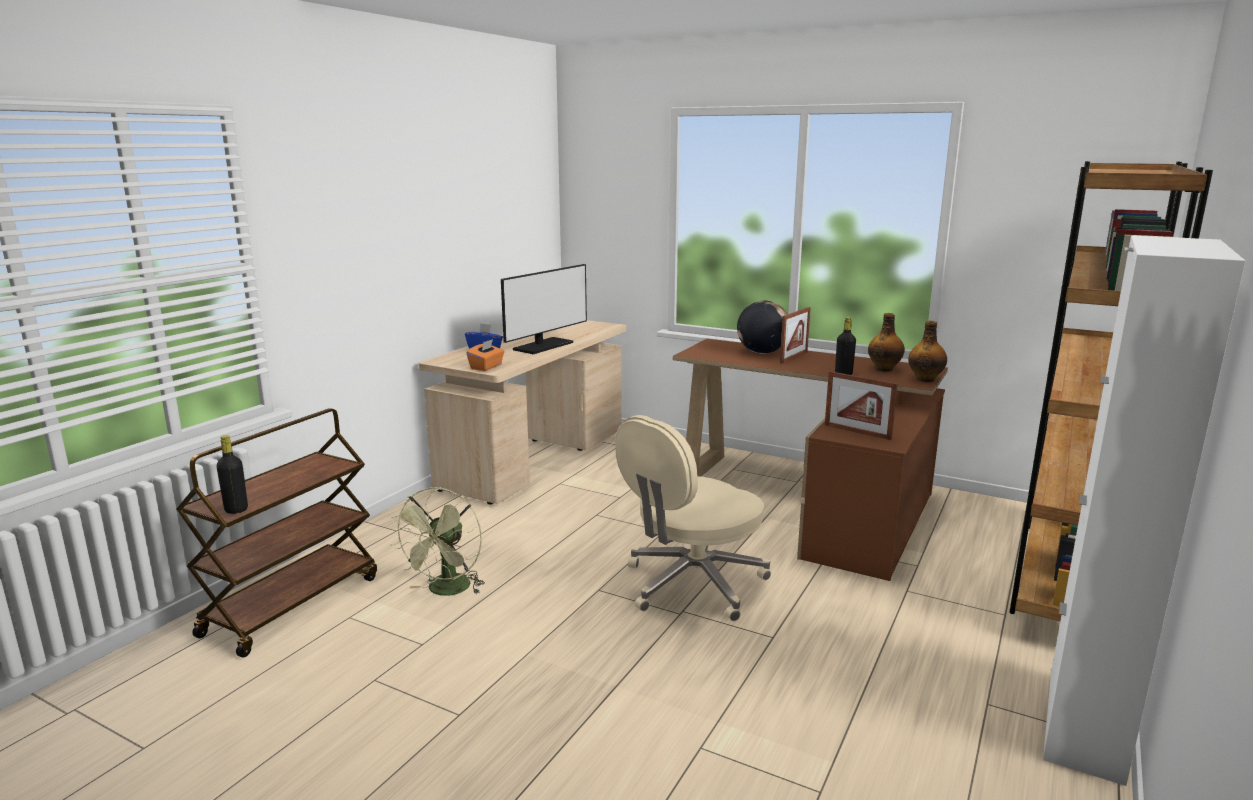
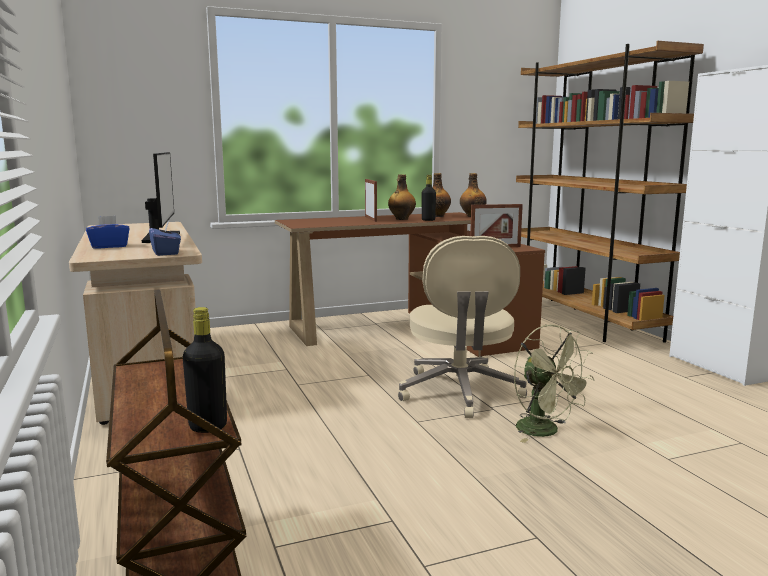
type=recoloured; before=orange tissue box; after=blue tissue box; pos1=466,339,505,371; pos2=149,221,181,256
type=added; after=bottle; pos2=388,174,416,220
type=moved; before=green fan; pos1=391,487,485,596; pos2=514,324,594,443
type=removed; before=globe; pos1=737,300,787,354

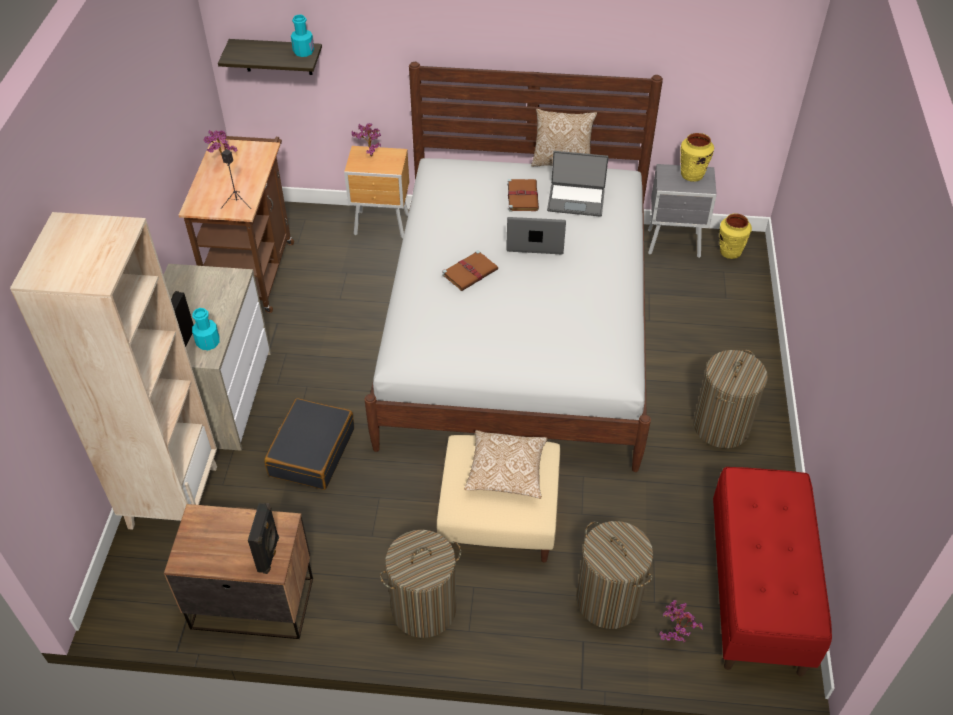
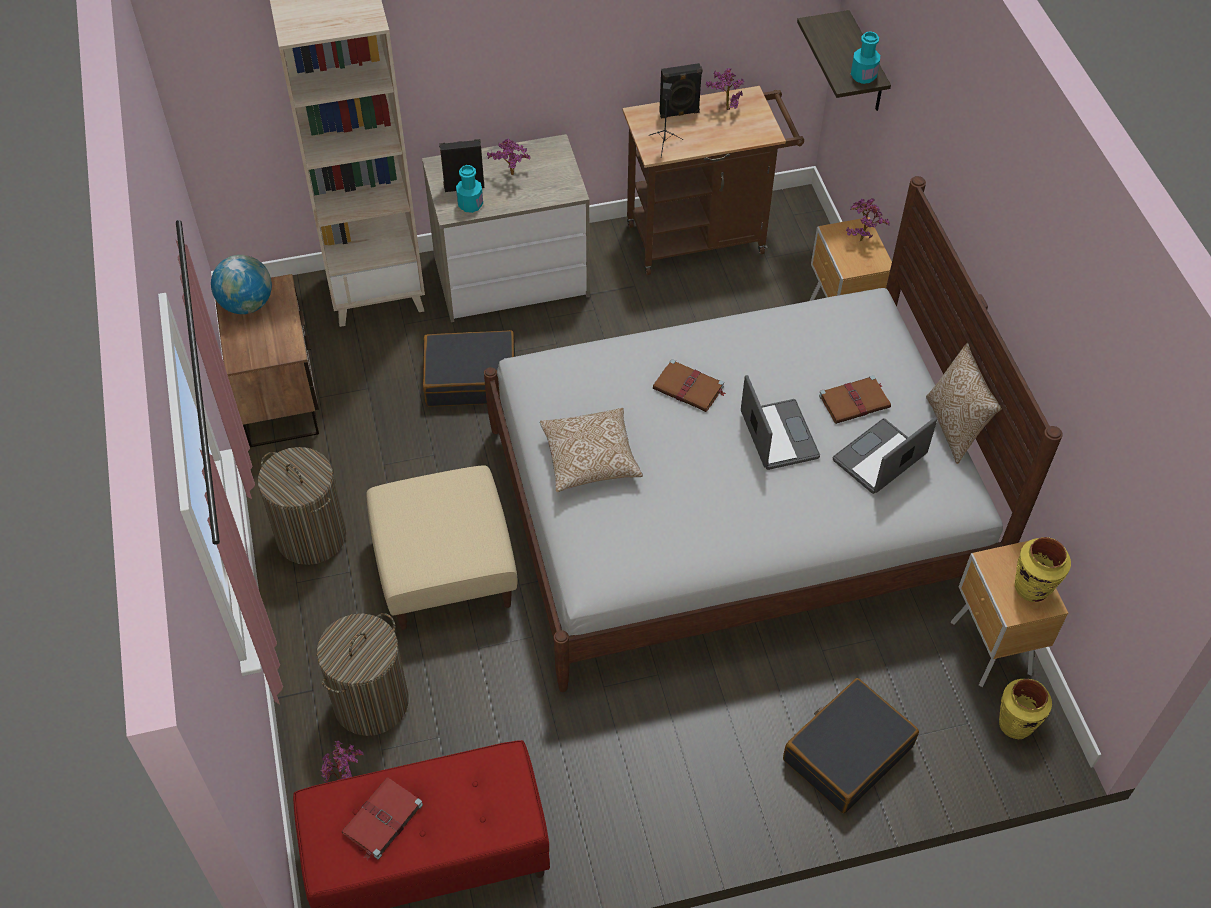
type=added; after=globe; pos2=211,255,272,314
type=added; after=red book; pos2=341,777,423,860
type=added; after=potted plant; pos2=487,139,530,175
type=moved; before=pillow; pos1=464,430,548,499; pos2=540,408,643,492
type=moved; before=black speaker; pos1=248,503,279,574; pos2=659,63,702,119
type=added; after=black suitcase; pos2=783,678,919,814
type=turned; before=laptop; pos1=547,151,608,217; pos2=833,417,937,494; turn=60
type=recoloured; before=grey nightstand; after=brown nightstand; pos1=648,164,717,258; pos2=951,540,1068,687
type=removed; before=laundry basket; pos1=693,350,768,448

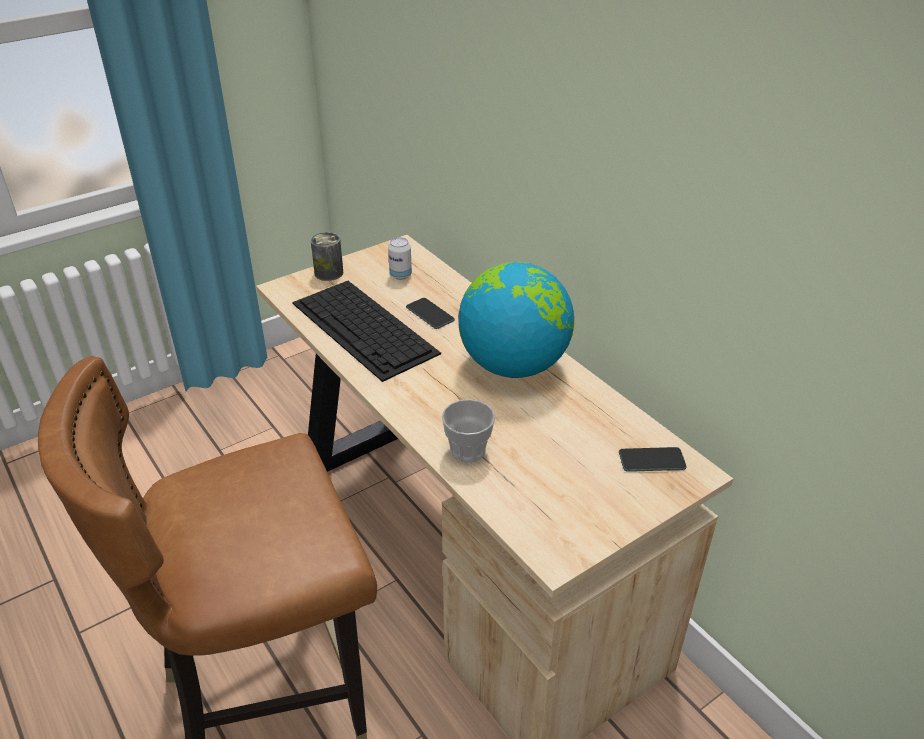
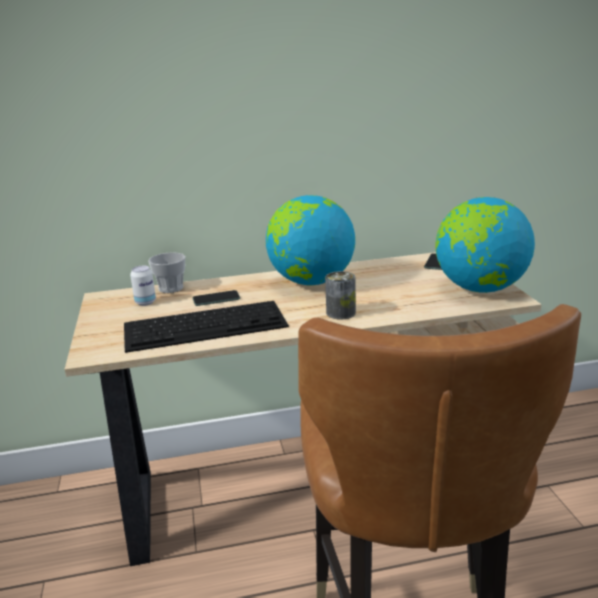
type=moved; before=cup; pos1=442,399,495,463; pos2=148,252,185,293
type=moved; before=can; pos1=311,232,343,281; pos2=325,271,356,320
type=added; after=globe; pos2=435,197,535,293

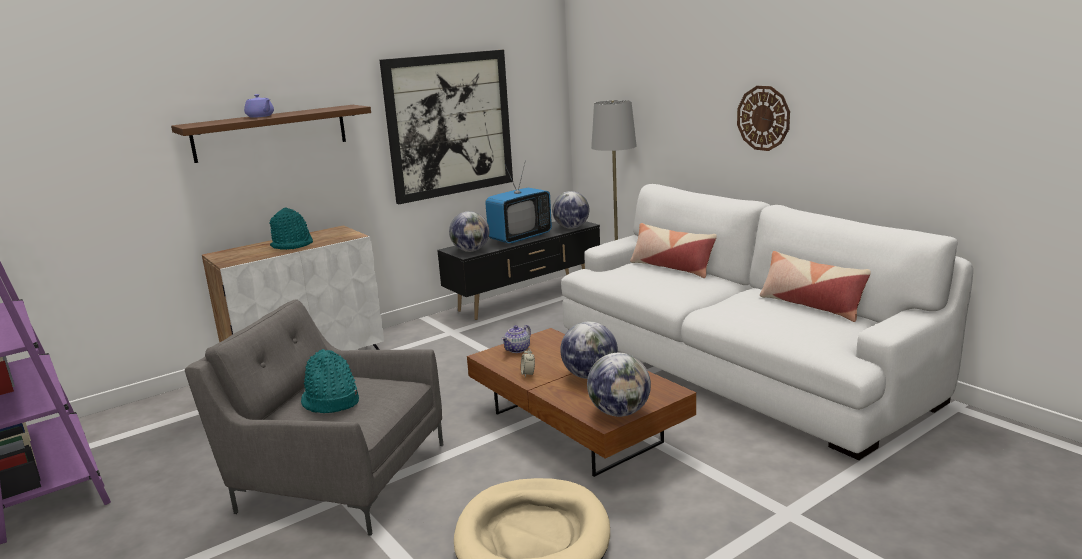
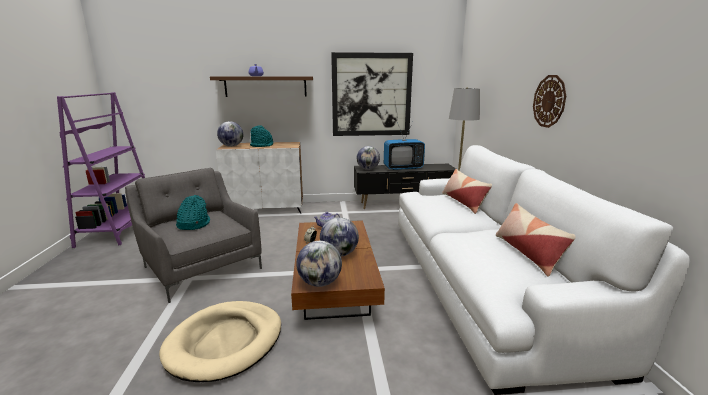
type=moved; before=globe; pos1=552,191,590,229; pos2=217,121,243,147

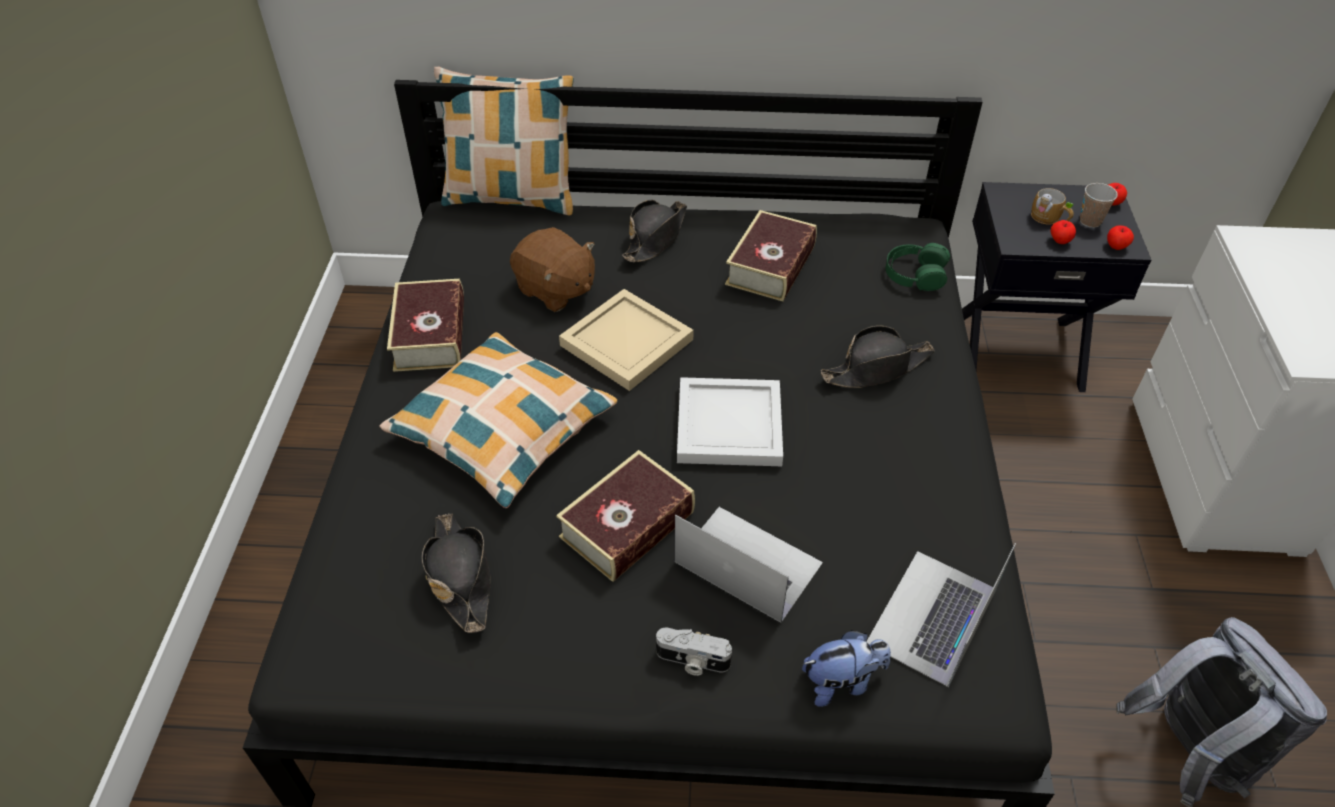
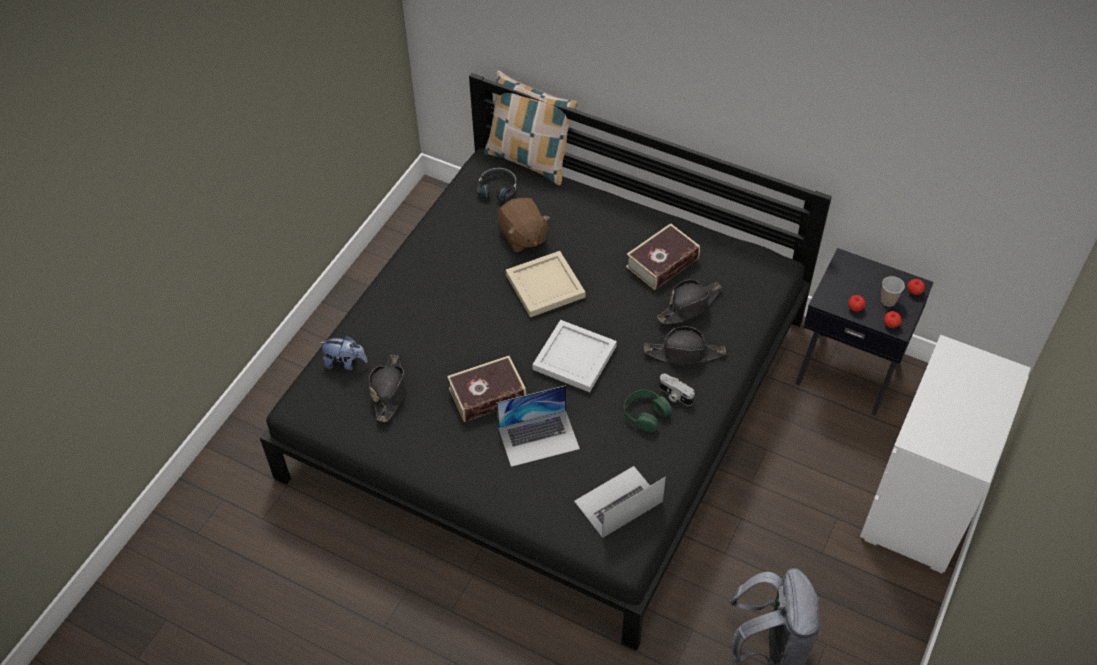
type=moved; before=plush toy; pos1=802,630,891,707; pos2=319,336,368,370
type=added; after=black headphones; pos2=476,168,517,201
type=turned; before=laptop; pos1=675,507,823,623; pos2=496,385,580,467; turn=105
type=moved; before=green headphones; pos1=886,243,950,291; pos2=624,390,672,432
type=moved; before=black hat; pos1=622,200,687,262; pos2=657,279,722,324
type=moved; before=photo camera; pos1=656,627,732,676; pos2=659,374,695,406
type=removed; before=pillow; pos1=380,332,617,508
type=removed; before=book; pos1=387,279,464,372
type=removed; before=mug; pos1=1031,188,1074,224

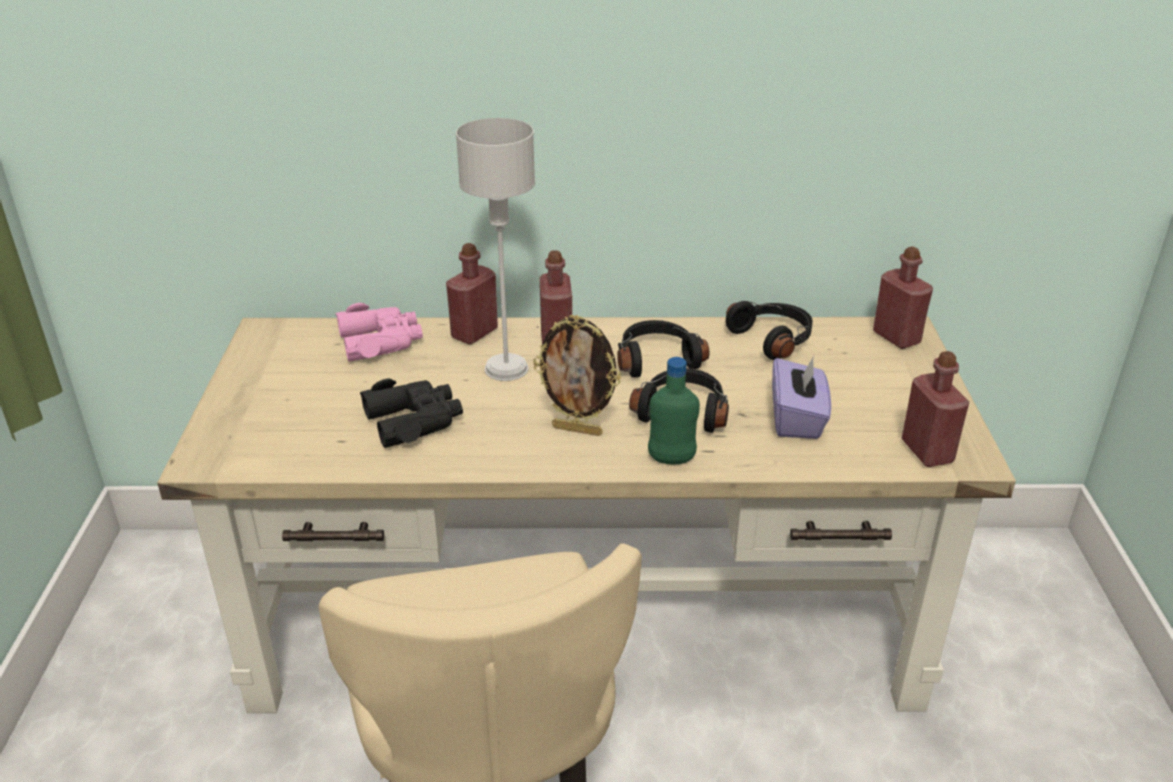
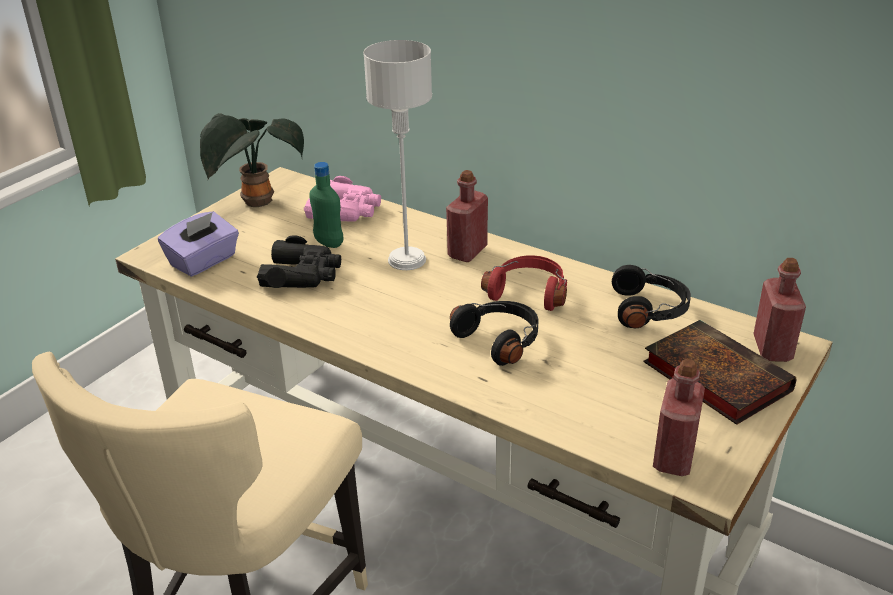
type=moved; before=purple tissue box; pos1=772,356,831,439; pos2=158,211,239,277
type=added; after=potted plant; pos2=200,113,304,207
type=moved; before=green bottle; pos1=648,357,700,464; pos2=309,162,343,248
type=recoloured; before=black headphones; after=red headphones; pos1=617,320,710,377; pos2=481,255,567,311
type=added; after=book; pos2=644,320,796,425
type=removed; before=red bottle; pos1=446,243,498,345
type=removed; before=picture frame; pos1=533,315,621,436

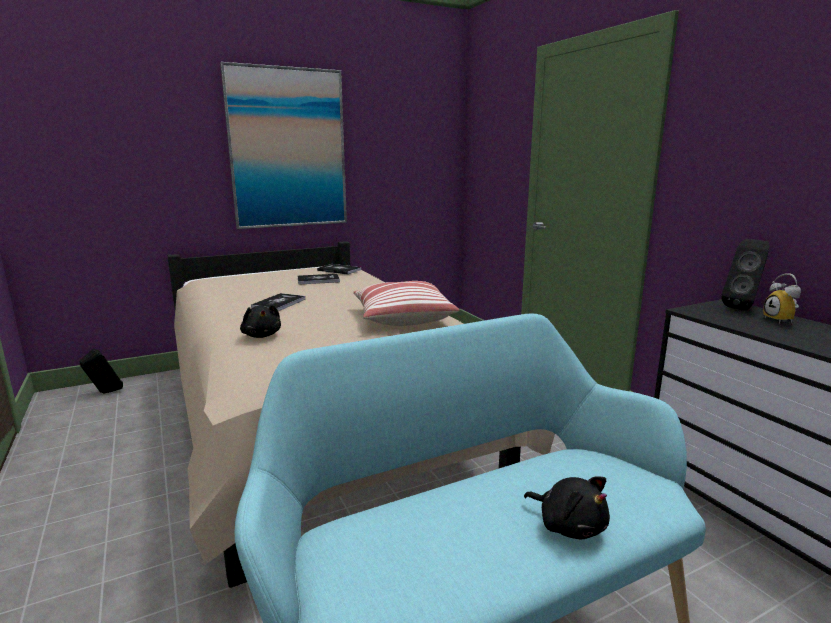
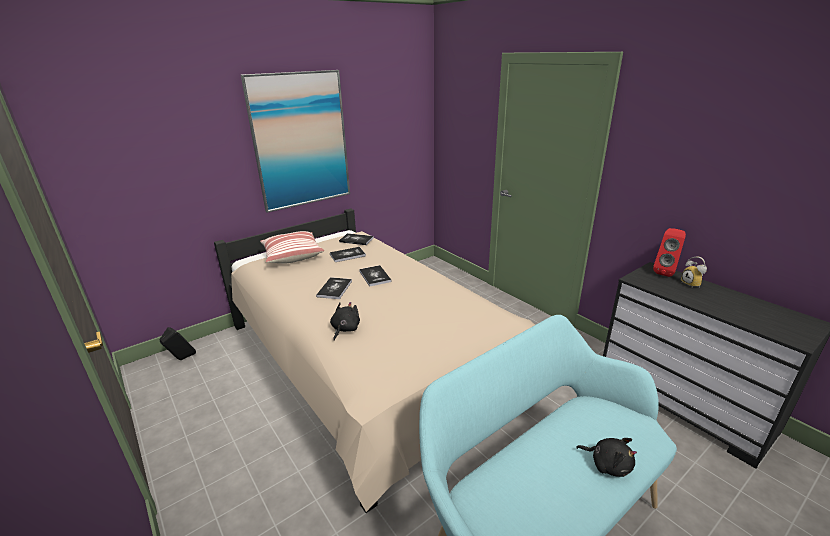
type=moved; before=pillow; pos1=353,281,460,326; pos2=260,231,324,264
type=turned; before=black plush toy; pos1=240,305,281,338; pos2=330,302,360,341; turn=-120
type=added; after=book; pos2=359,265,391,287
type=recoloured; before=black speaker; after=red speaker; pos1=721,239,769,310; pos2=653,228,686,277

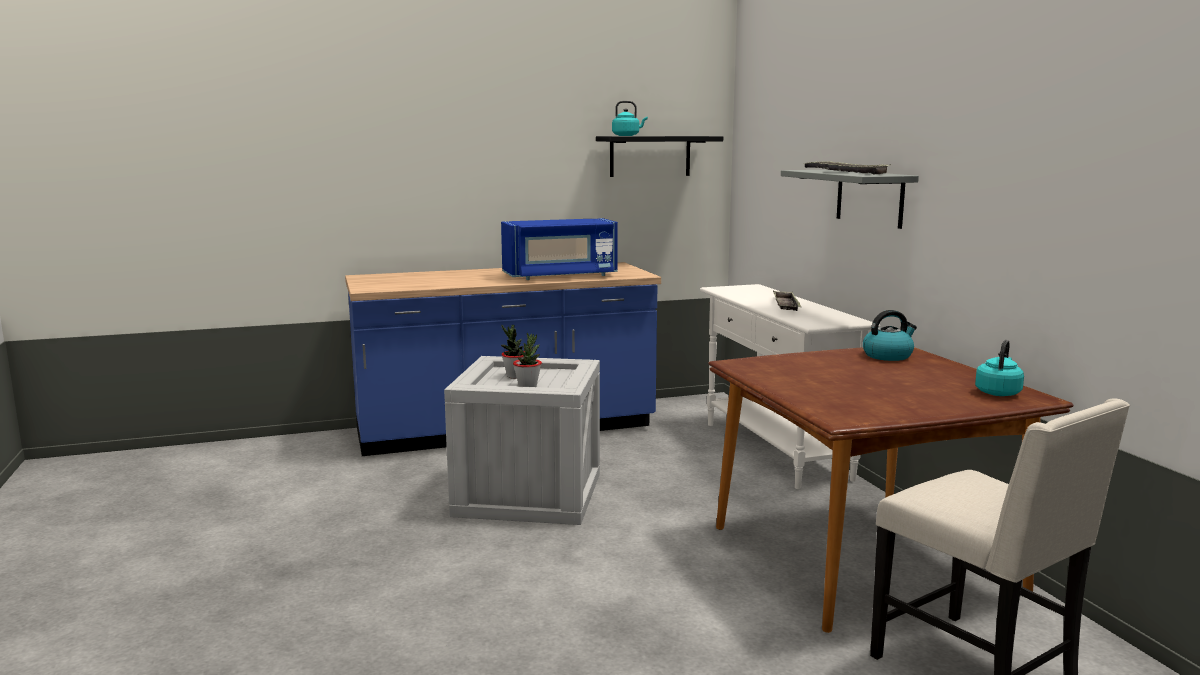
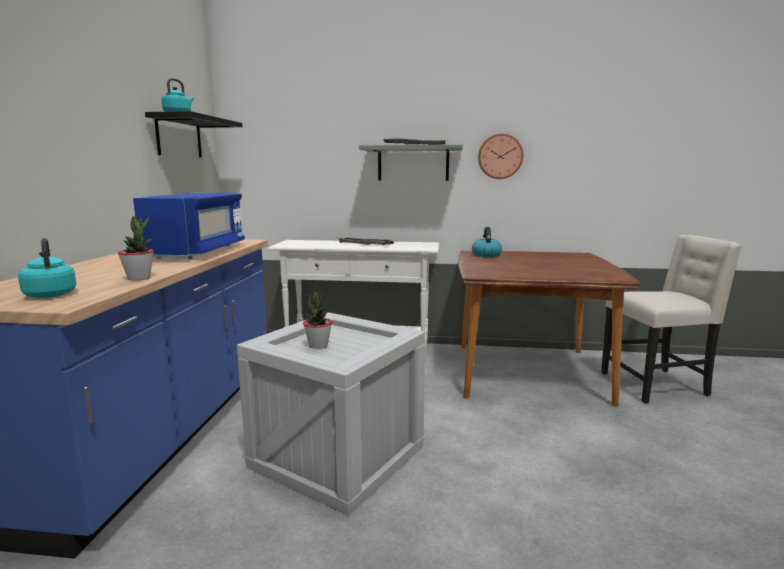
type=moved; before=turquoise kettle; pos1=975,340,1024,396; pos2=18,238,76,298
type=moved; before=potted plant; pos1=513,333,542,387; pos2=118,216,154,281
type=added; after=wall clock; pos2=478,133,523,179

